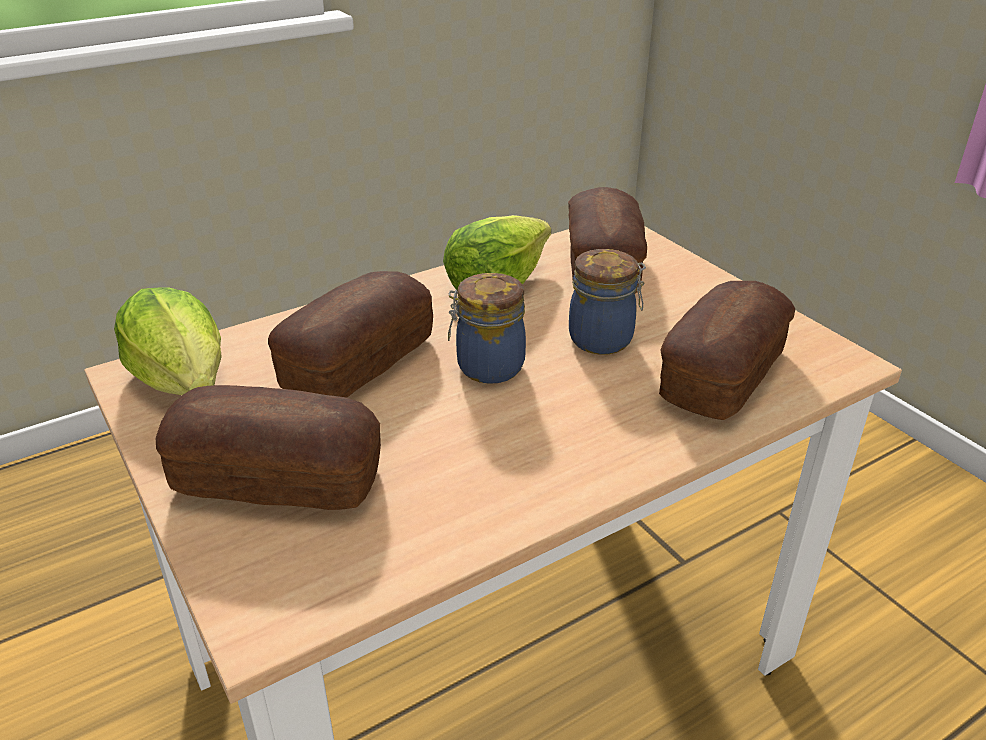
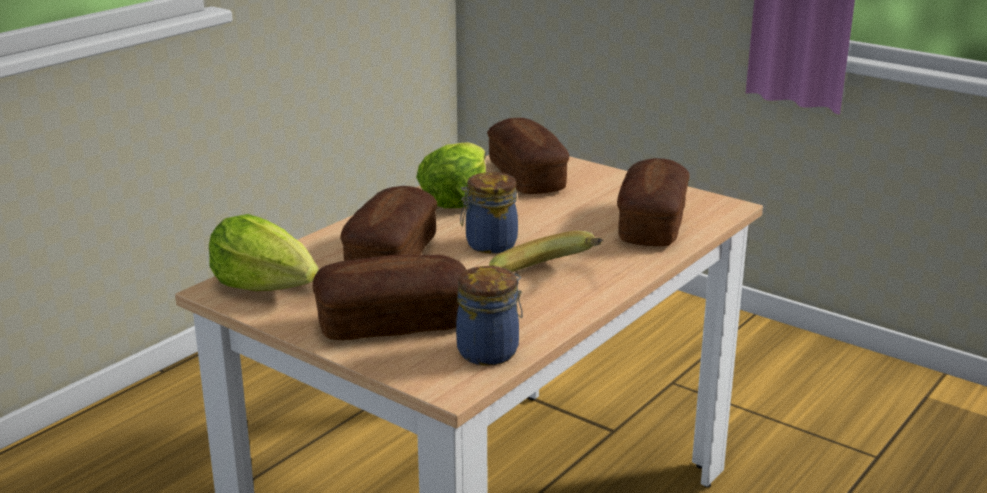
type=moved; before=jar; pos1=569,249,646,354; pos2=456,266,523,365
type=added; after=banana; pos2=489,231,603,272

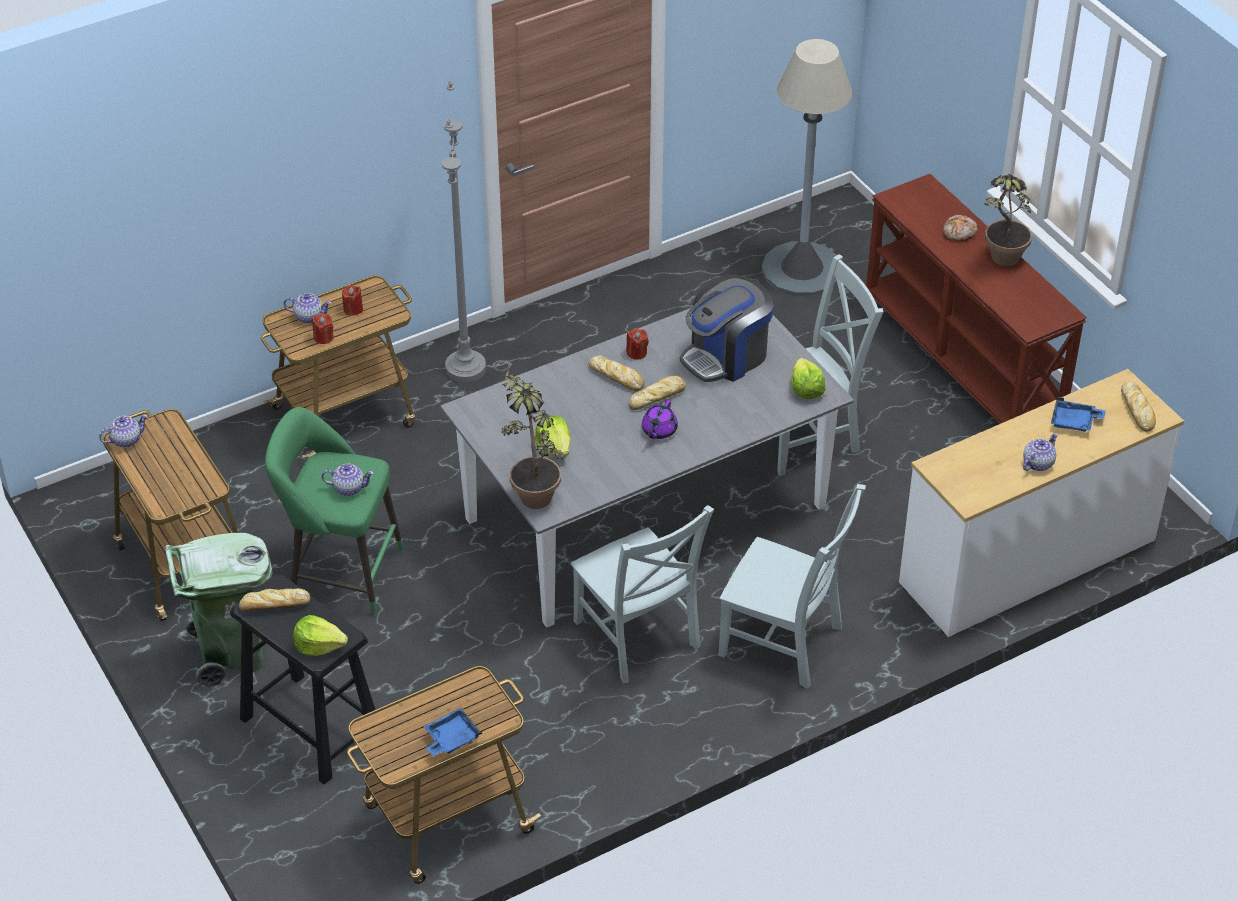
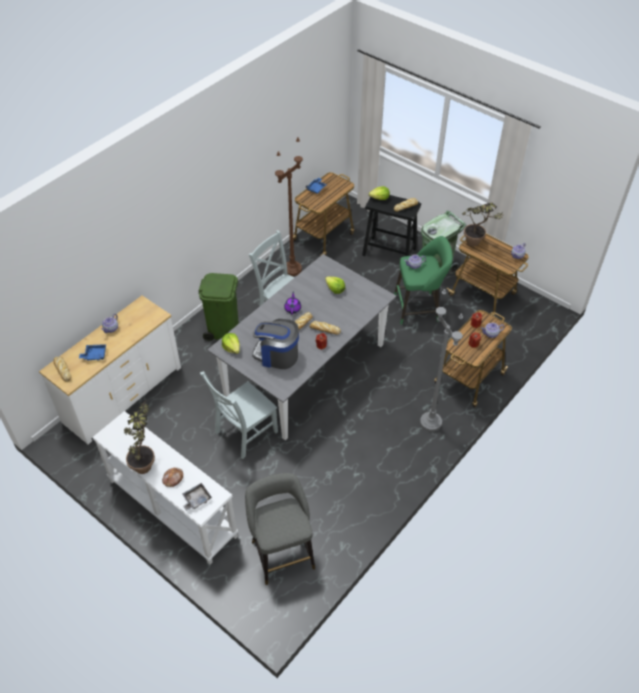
type=recoloured; before=brown console table; after=white console table; pos1=865,174,1087,424; pos2=92,411,238,565
type=added; after=grey tray; pos2=182,483,212,511
type=replaced; before=grey chair; after=green trash can; pos1=719,484,866,689; pos2=198,273,238,341
type=replaced; before=grey floor lamp; after=grey stool; pos1=762,39,852,296; pos2=245,473,315,585
type=turned; before=coffee machine; pos1=680,275,774,382; pos2=252,319,299,369; turn=-105
type=added; after=brown floor lamp; pos2=275,137,303,276
type=moved; before=potted plant; pos1=502,360,564,509; pos2=462,203,504,246

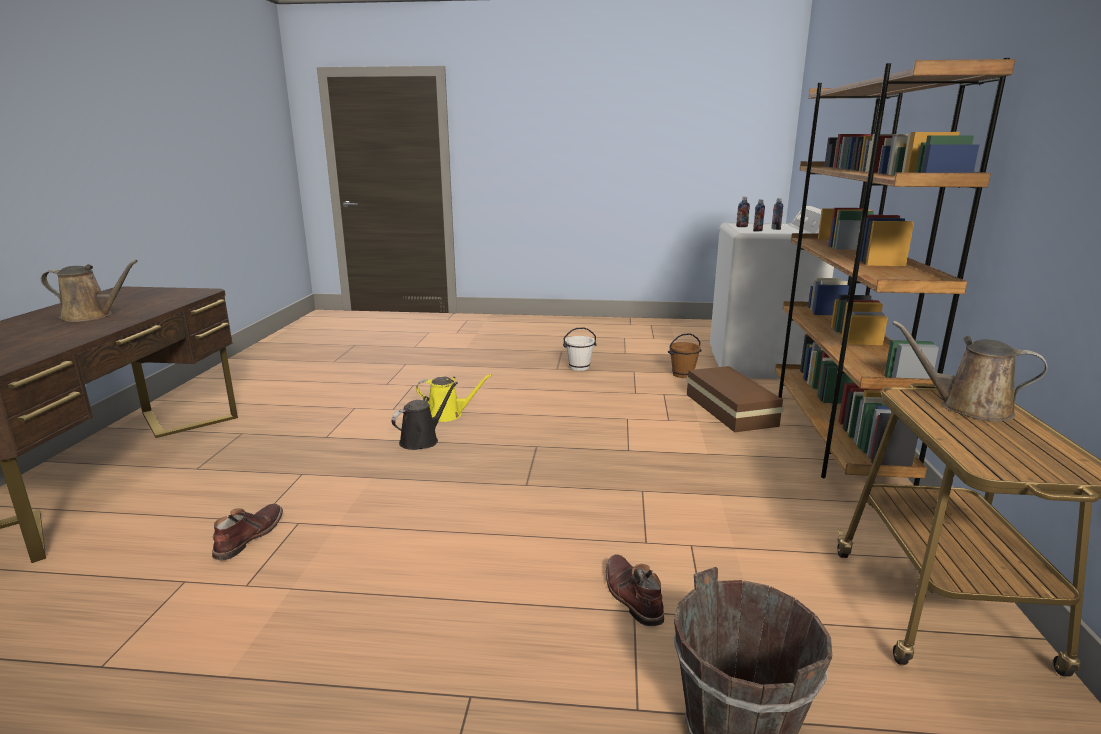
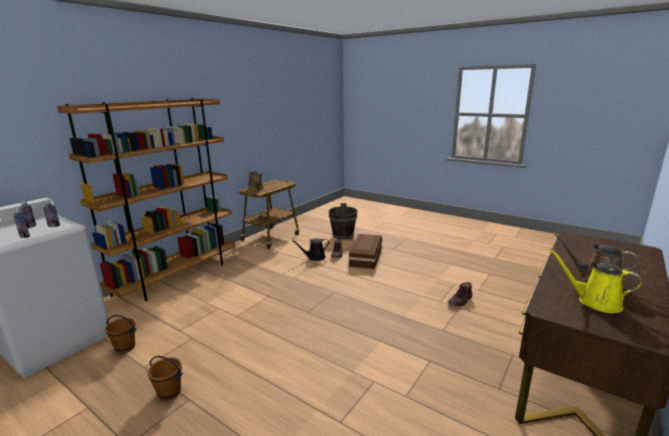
type=recoloured; before=white bucket; after=brown bucket; pos1=563,327,597,371; pos2=147,356,183,401
type=moved; before=black watering can; pos1=392,382,458,450; pos2=292,238,329,261
type=moved; before=brown storage box; pos1=686,366,784,432; pos2=348,234,382,269
type=moved; before=yellow watering can; pos1=416,374,492,422; pos2=549,249,642,313

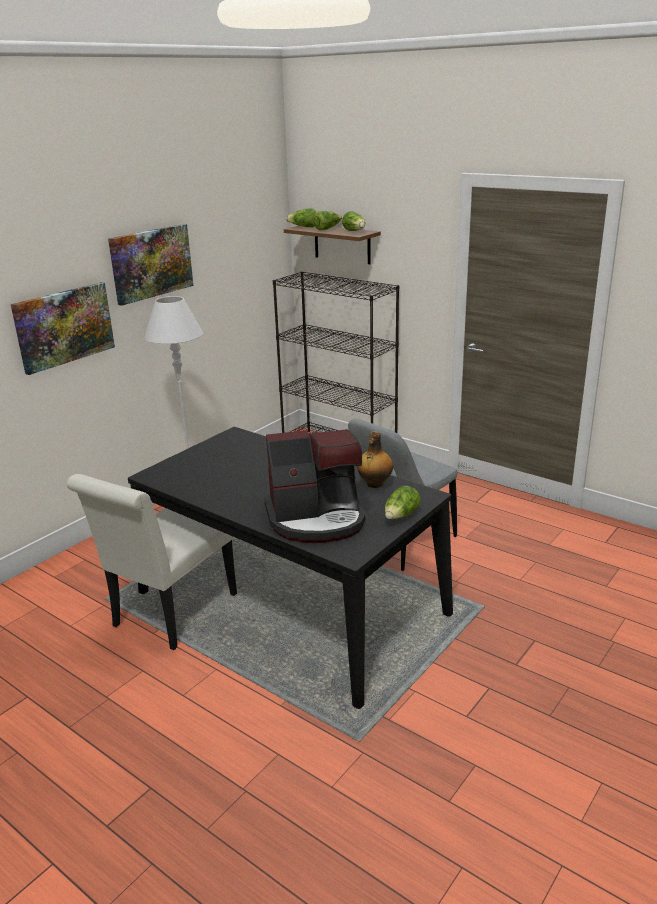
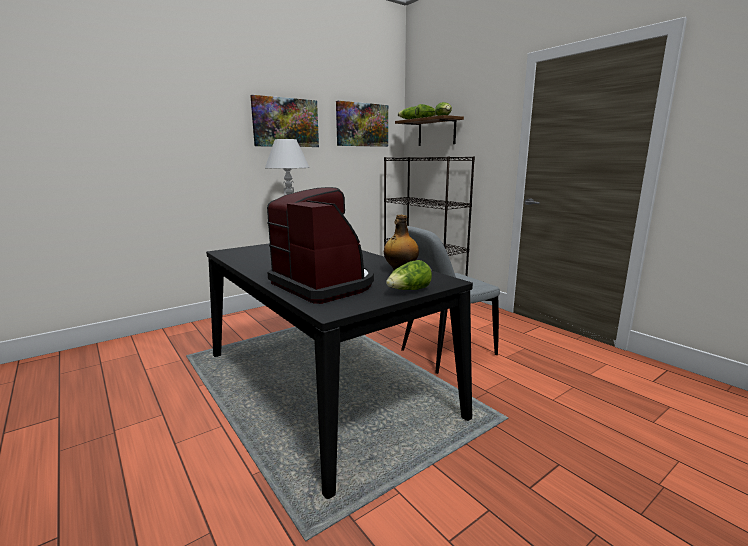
type=turned; before=coffee machine; pos1=264,429,365,543; pos2=267,187,374,304; turn=-135
type=moved; before=picture; pos1=11,282,115,375; pos2=336,101,388,147
type=removed; before=white chair; pos1=67,474,237,650

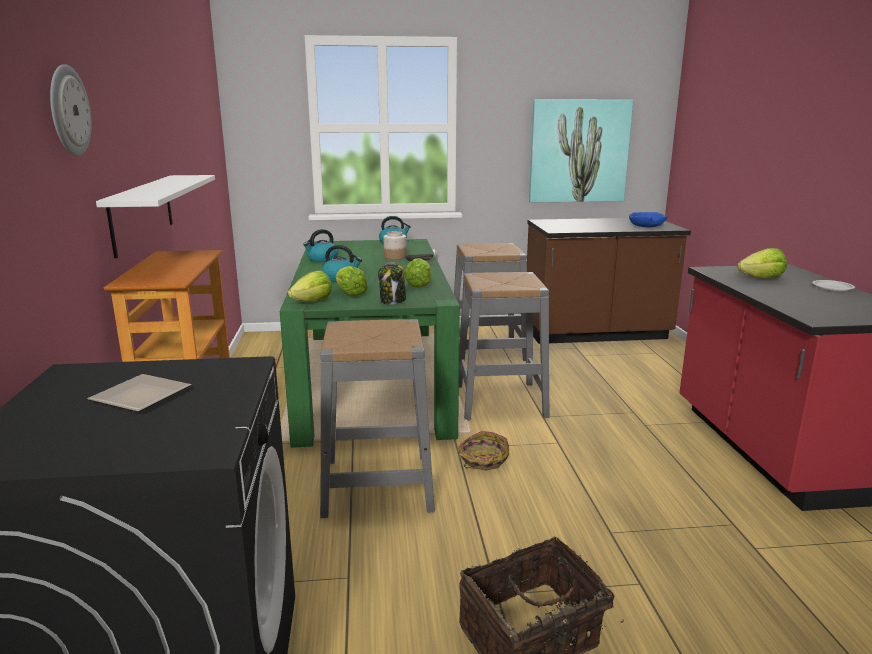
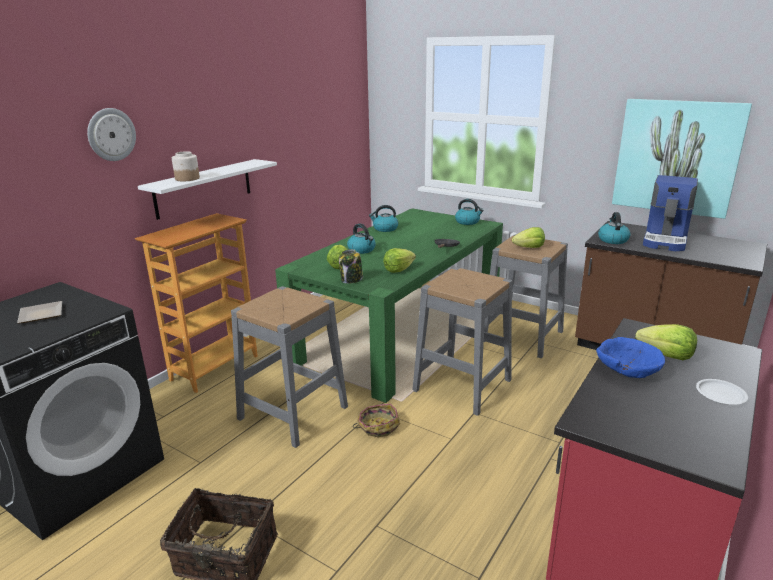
type=moved; before=jar; pos1=384,231,407,260; pos2=172,151,200,181
type=moved; before=lettuce; pos1=288,270,332,301; pos2=512,227,545,248
type=moved; before=blue bowl; pos1=629,212,667,228; pos2=596,337,665,378
type=added; after=kettle; pos2=598,212,631,244
type=added; after=coffee machine; pos2=643,175,698,251

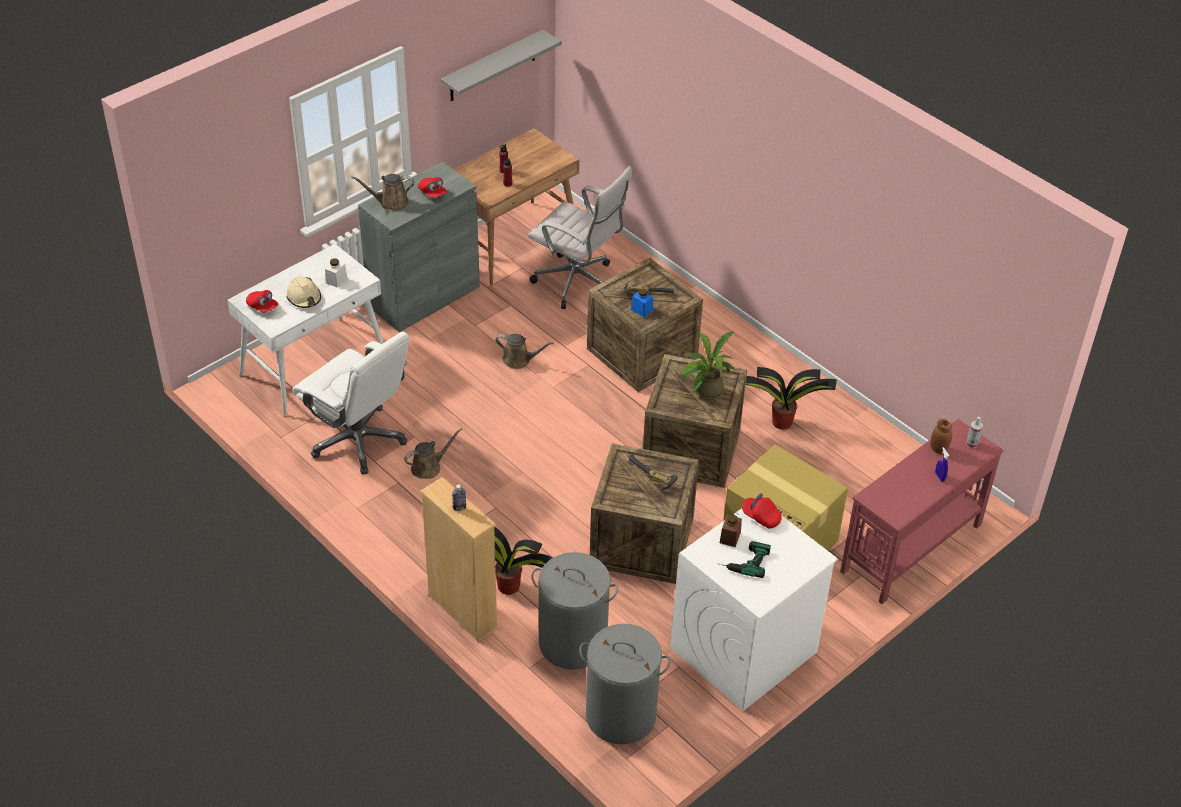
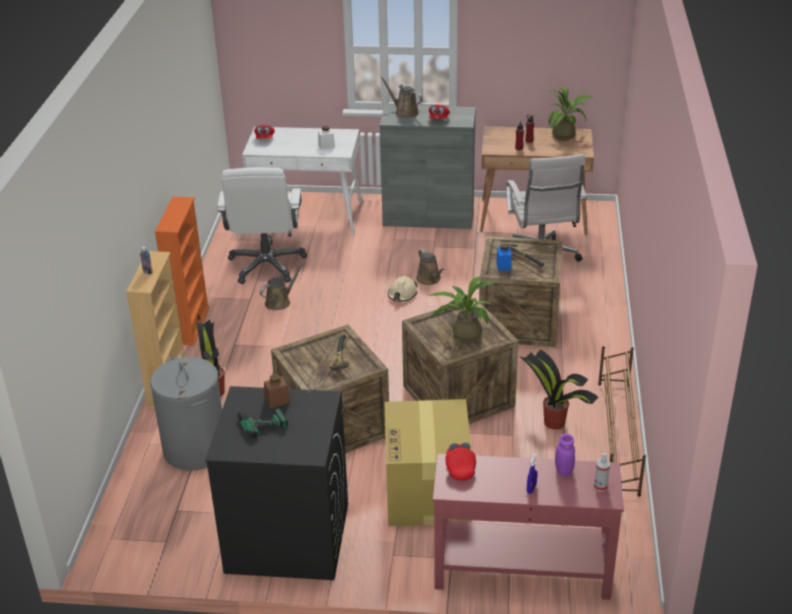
type=added; after=orange bookcase; pos2=155,197,210,345
type=recoloured; before=white washing machine; after=black washing machine; pos1=670,498,838,711; pos2=205,386,348,580
type=turned; before=brown watering can; pos1=404,428,462,479; pos2=260,263,304,310; turn=-60
type=moved; before=beige hard hat; pos1=287,277,321,308; pos2=388,276,418,302
type=moved; before=red cap; pos1=742,493,782,528; pos2=446,442,476,481
type=added; after=potted plant; pos2=547,87,592,140
type=recoloured; before=brown jar; after=purple jar; pos1=930,419,952,454; pos2=555,434,575,476
type=added; after=brown shoe rack; pos2=598,346,646,496
type=removed; before=grey shelf; pos1=440,30,562,101
type=removed; before=grey laundry basket; pos1=579,624,670,744

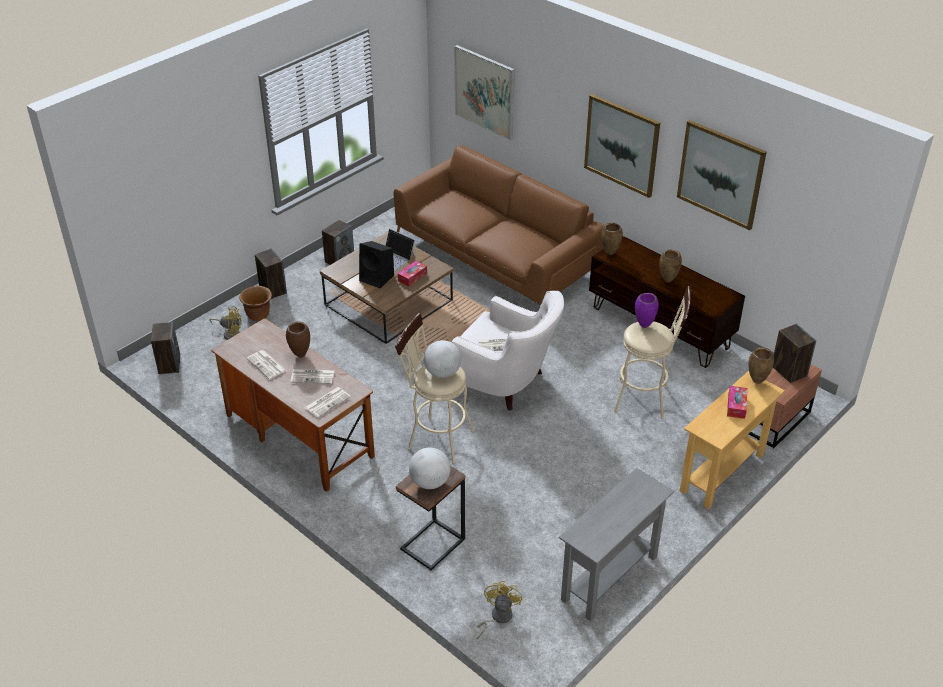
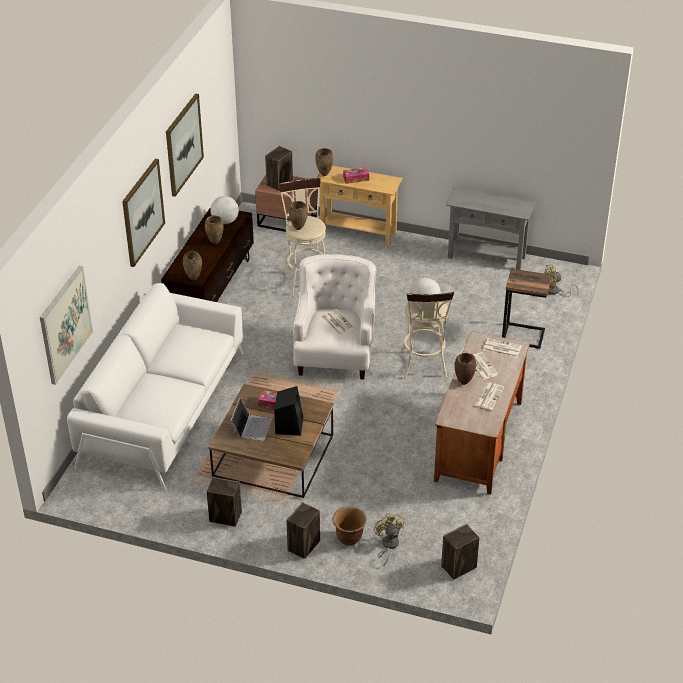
type=recoloured; before=brown sofa; after=white sofa; pos1=394,145,604,305; pos2=67,283,244,490
type=moved; before=globe; pos1=409,448,450,489; pos2=210,196,239,224
type=recoloured; before=purple vase; after=brown vase; pos1=635,293,659,328; pos2=289,201,308,230

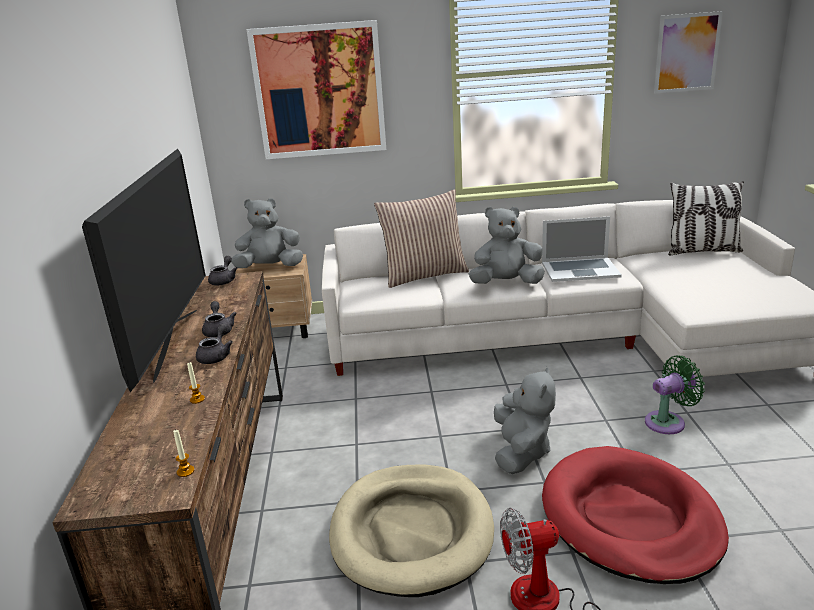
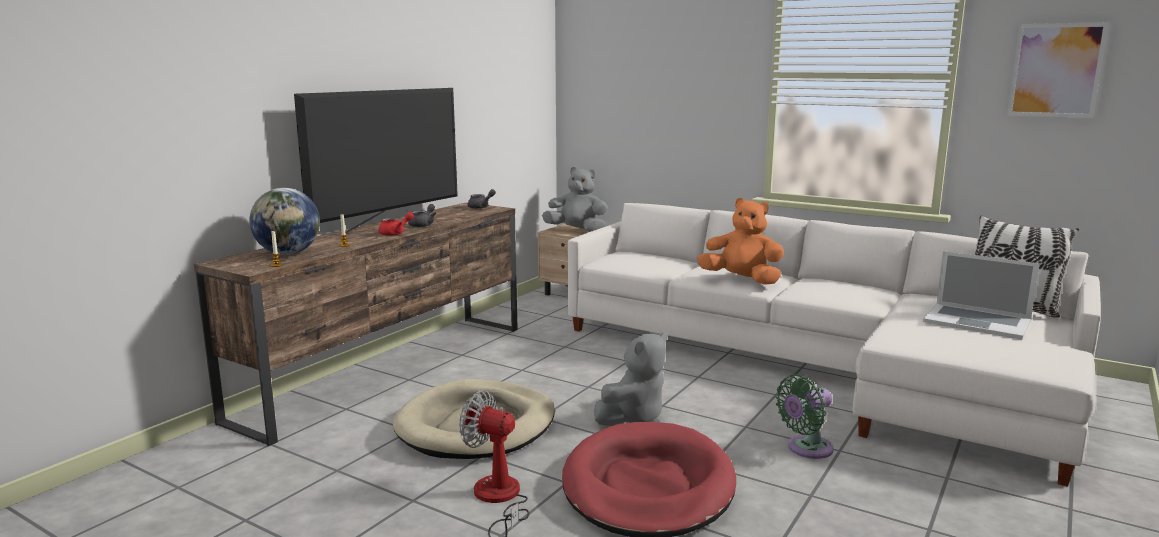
type=added; after=globe; pos2=249,188,320,255
type=recoloured; before=grey teapot; after=red teapot; pos1=196,324,233,364; pos2=378,212,414,236
type=recoloured; before=grey plush toy; after=orange plush toy; pos1=469,207,545,284; pos2=697,198,784,285
type=turned; before=green fan; pos1=645,355,705,434; pos2=775,375,834,459; turn=135
type=moved; before=laptop; pos1=542,216,622,282; pos2=923,251,1040,339
type=removed; before=picture; pos1=246,20,386,159
type=removed; before=pillow; pos1=374,189,469,288

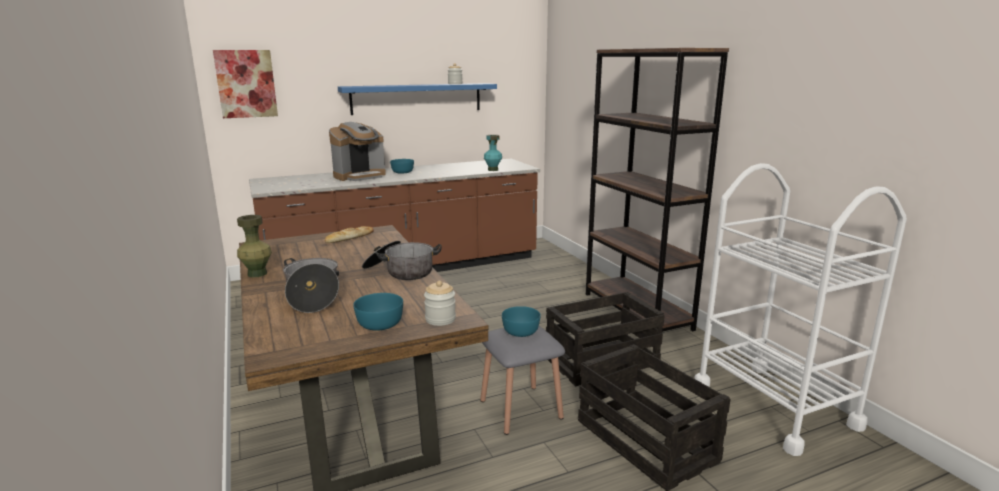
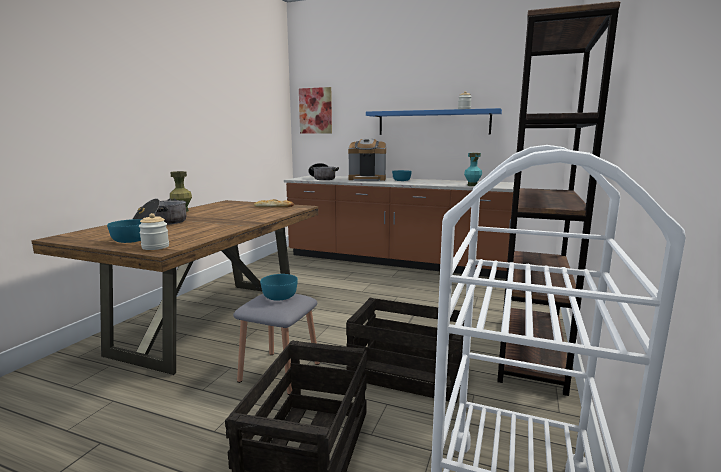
type=moved; before=cooking pot; pos1=362,241,442,280; pos2=308,163,339,180

